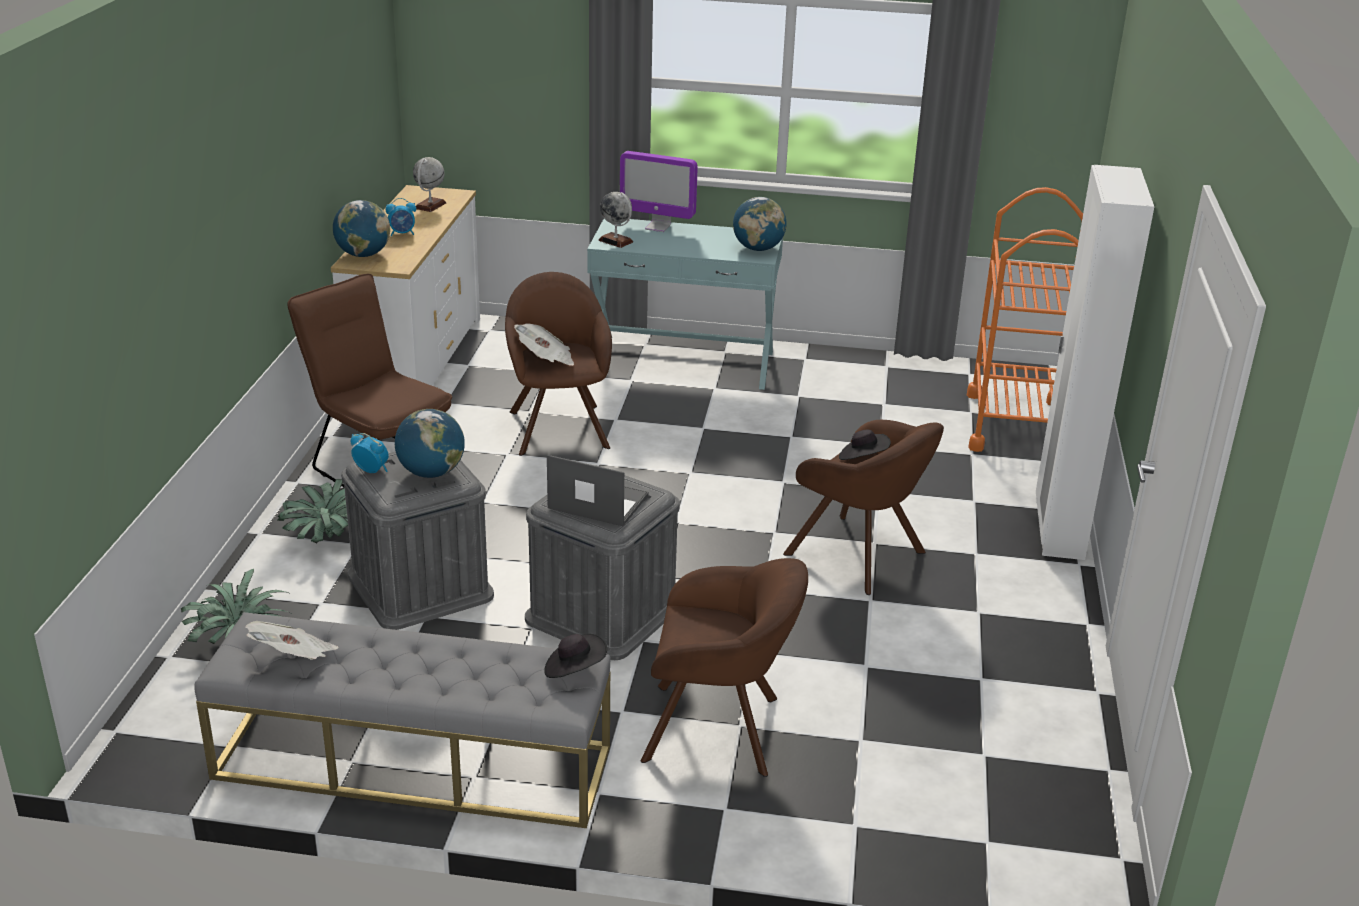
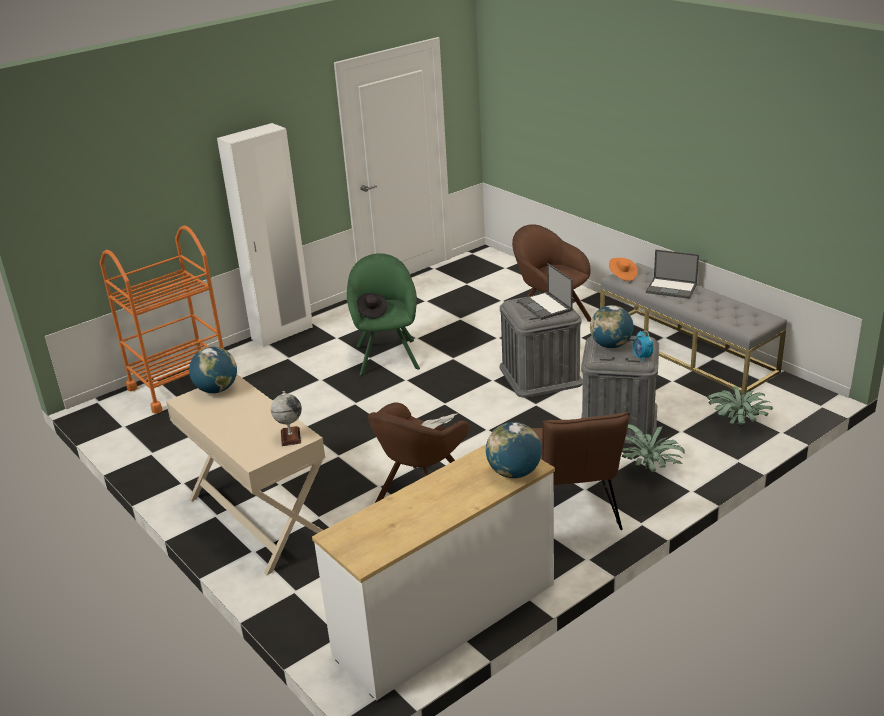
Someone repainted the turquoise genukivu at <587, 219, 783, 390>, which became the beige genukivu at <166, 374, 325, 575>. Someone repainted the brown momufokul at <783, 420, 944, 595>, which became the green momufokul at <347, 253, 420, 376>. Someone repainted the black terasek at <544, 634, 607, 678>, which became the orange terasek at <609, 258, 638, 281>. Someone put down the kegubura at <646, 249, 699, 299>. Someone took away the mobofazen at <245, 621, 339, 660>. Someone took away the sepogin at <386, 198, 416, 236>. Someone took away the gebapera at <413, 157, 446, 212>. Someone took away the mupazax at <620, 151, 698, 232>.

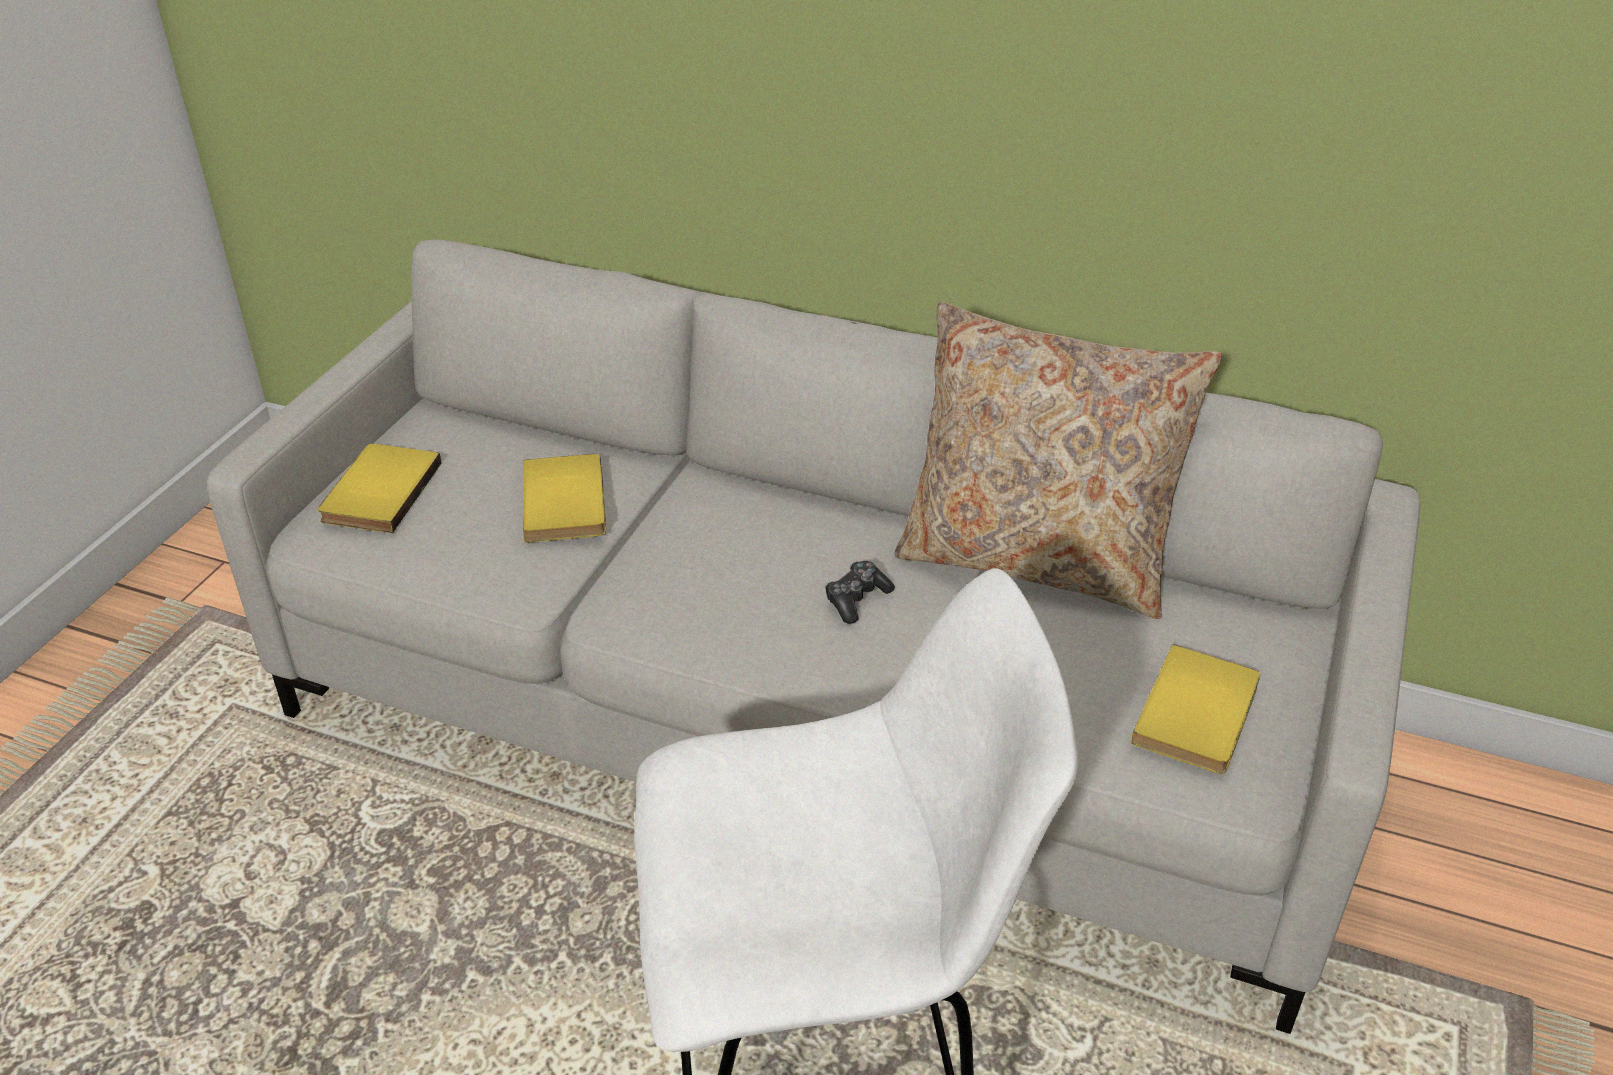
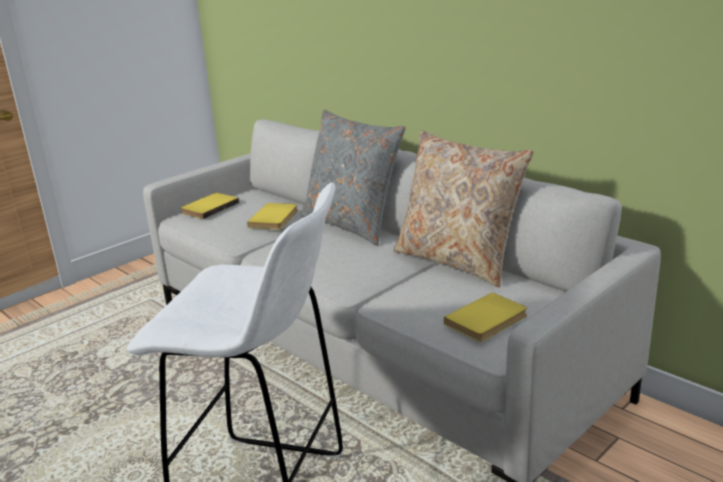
Someone put down the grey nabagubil at <300, 110, 405, 246>. Someone took away the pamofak at <825, 561, 895, 624>.

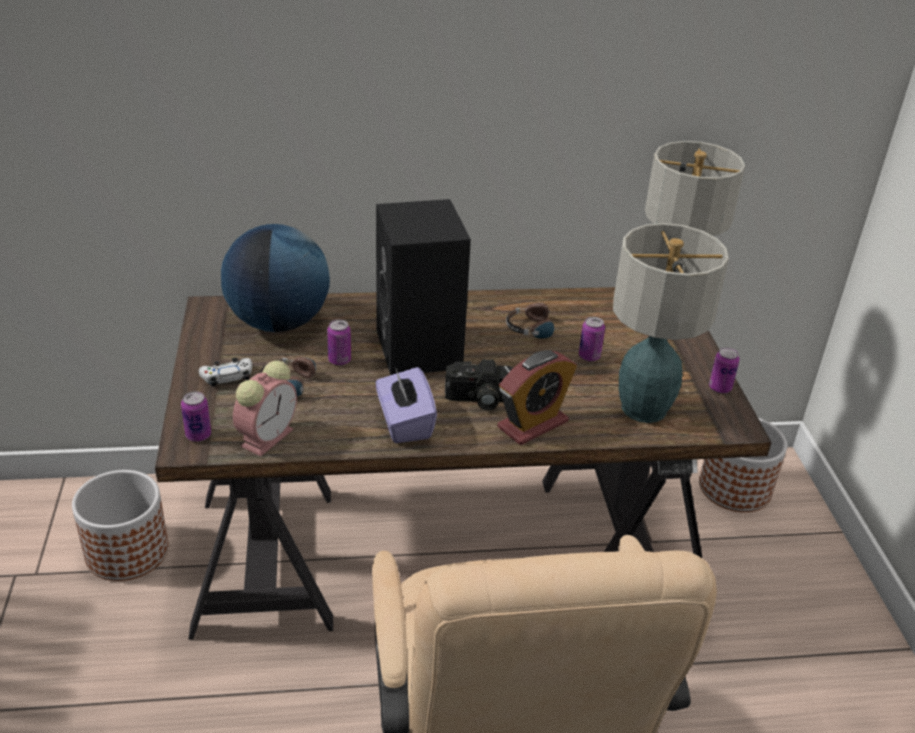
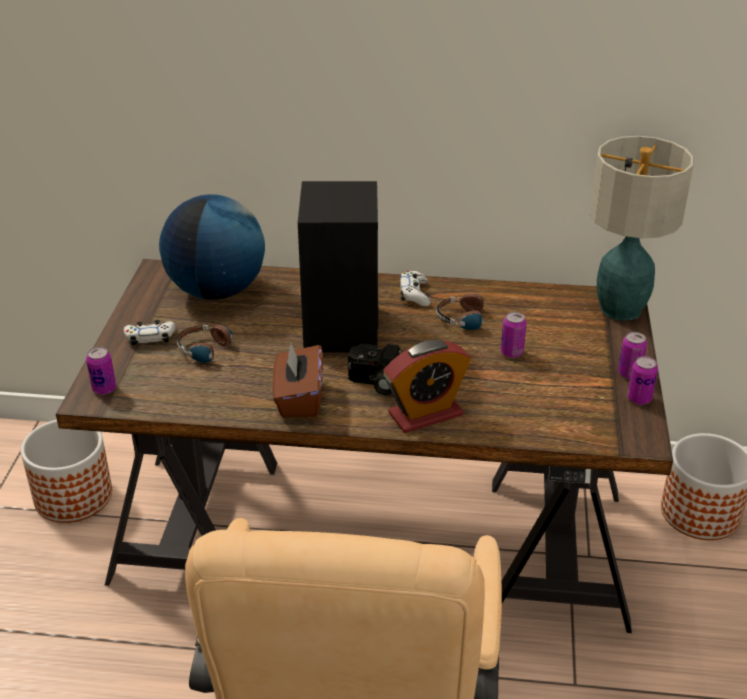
Someone repainted the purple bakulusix at <376, 367, 437, 443>, which became the brown bakulusix at <272, 343, 323, 417>. Someone put down the white pamofak at <400, 271, 431, 306>. Someone carried the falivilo from <327, 320, 351, 365> to <618, 332, 647, 379>. Someone took away the sepogin at <233, 360, 297, 456>. Someone took away the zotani at <613, 223, 729, 423>.

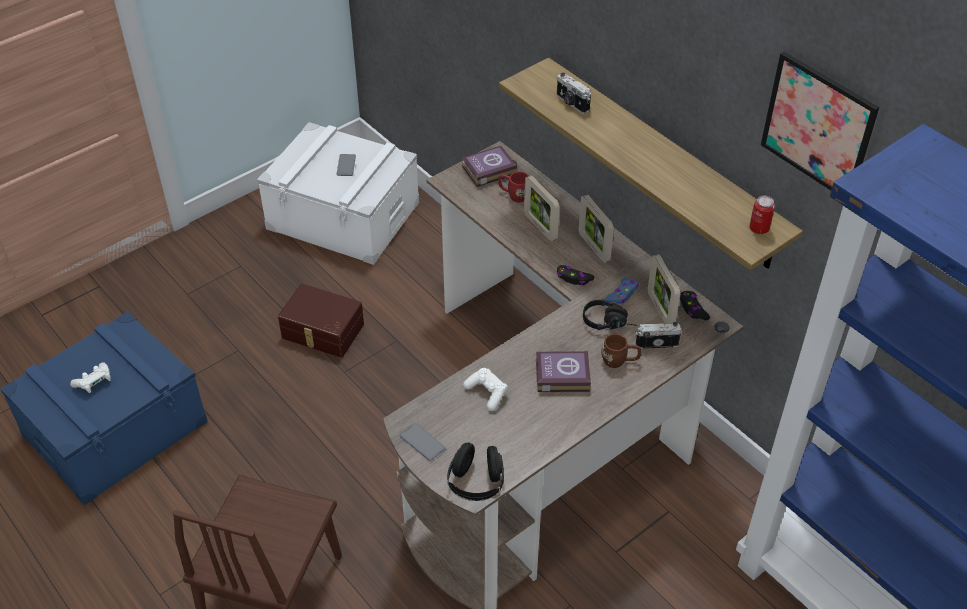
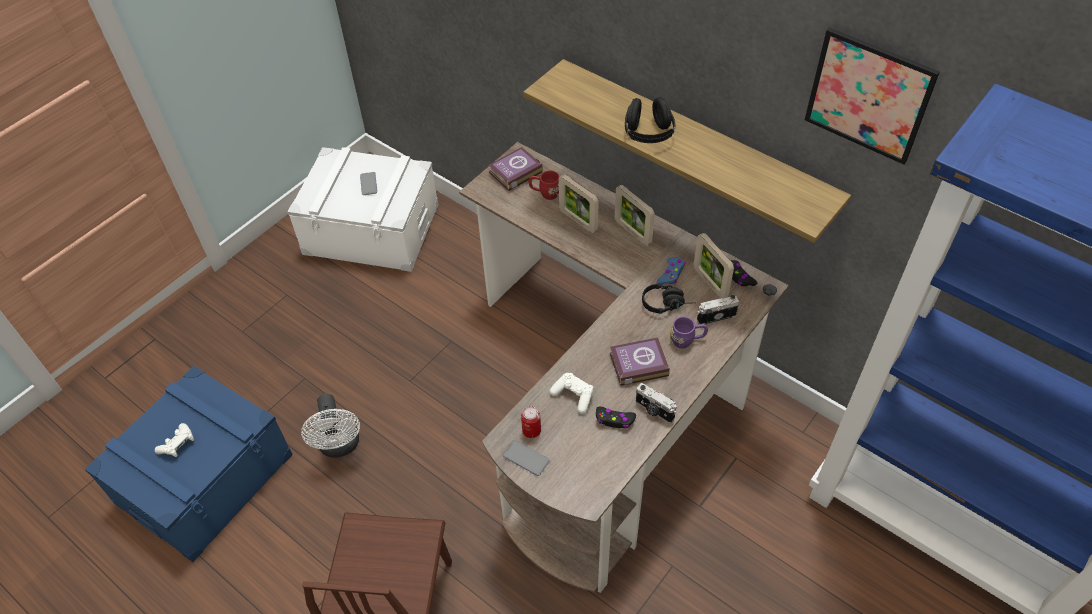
Someone put down the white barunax at <301, 394, 360, 458>. Someone carried the falivilo from <749, 196, 775, 234> to <521, 406, 541, 438>. Someone carried the black pamofak from <557, 265, 594, 285> to <596, 407, 636, 428>. Someone carried the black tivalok from <447, 442, 504, 501> to <625, 97, 675, 143>. Someone carried the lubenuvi from <557, 72, 591, 114> to <636, 383, 677, 423>. Someone repainted the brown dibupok at <601, 334, 642, 368>, which became the purple dibupok at <670, 316, 708, 348>. Someone took away the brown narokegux at <278, 284, 364, 358>.

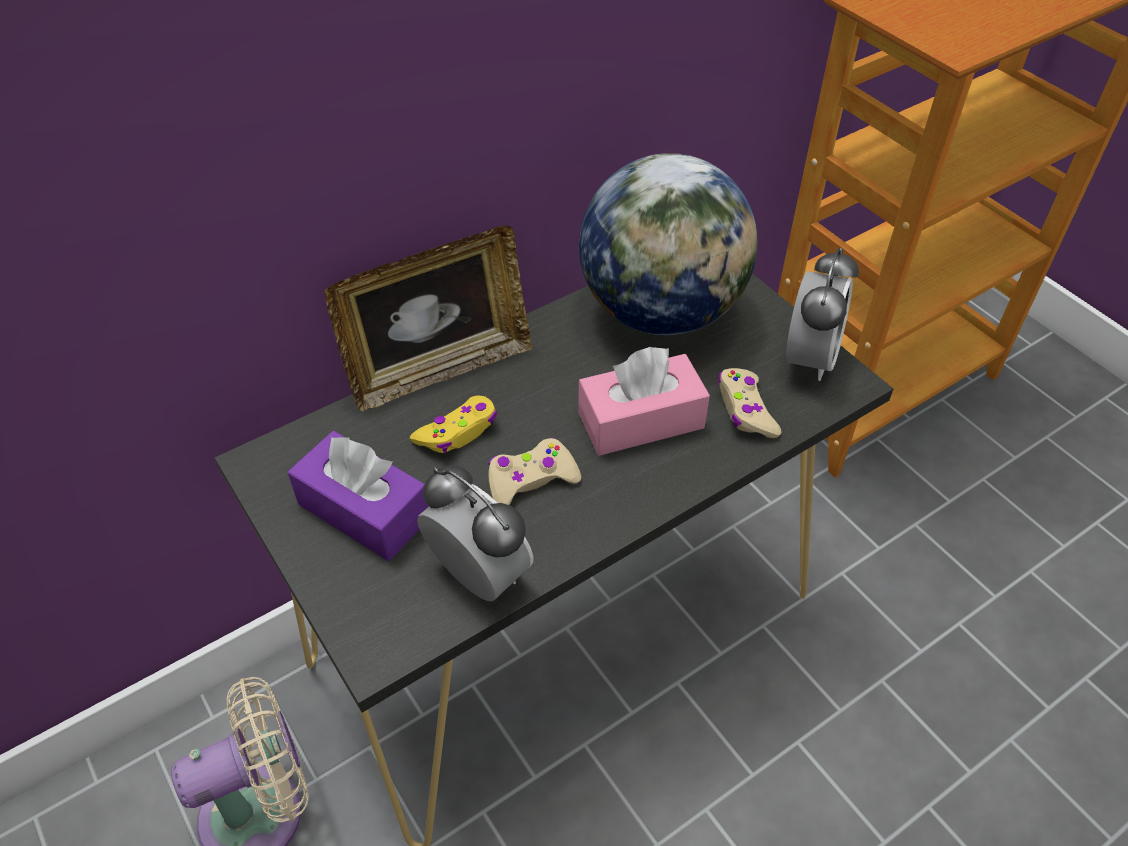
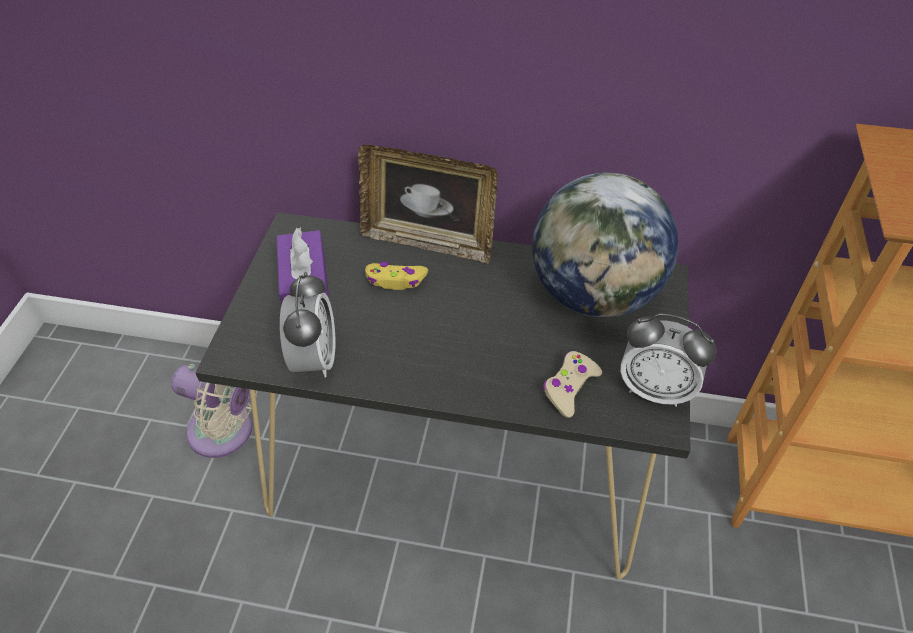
Someone rotated the sepogin at <786, 248, 859, 381> by 45 degrees clockwise. Someone took away the beige pamofak at <488, 438, 581, 505>. Someone took away the pink bakulusix at <578, 347, 710, 456>.

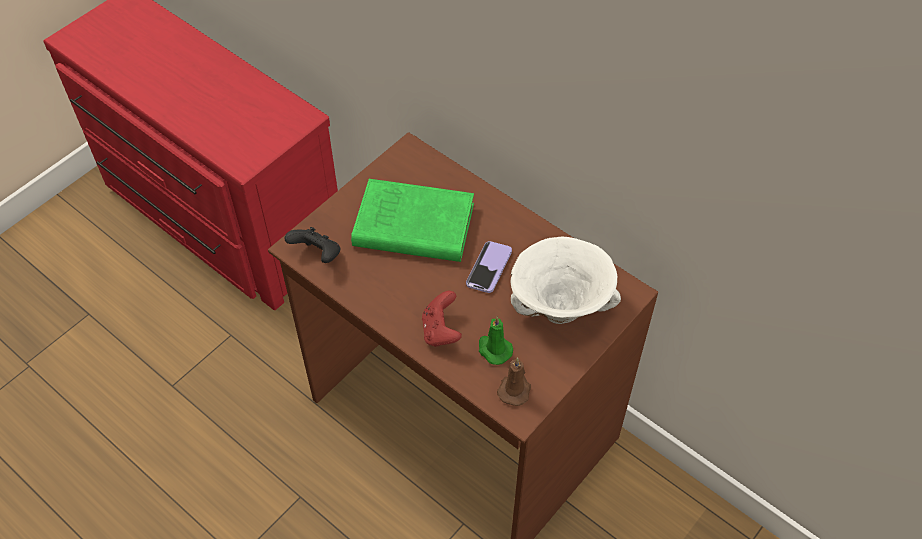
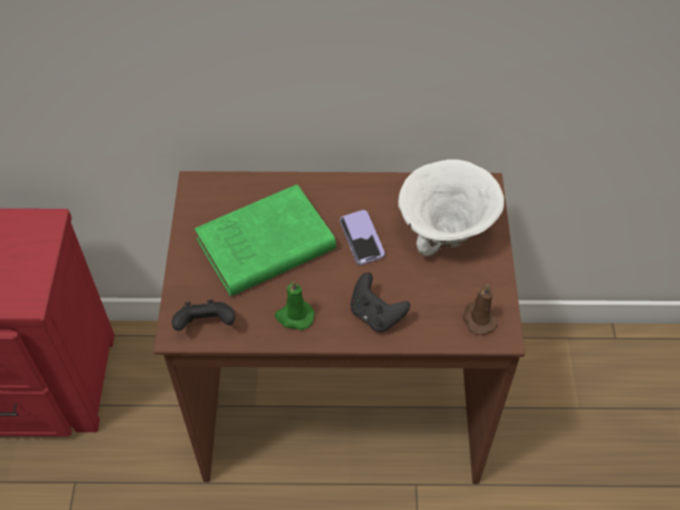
Someone carried the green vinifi from <479, 316, 513, 365> to <275, 280, 315, 330>. Someone repainted the red pamofak at <422, 291, 462, 347>, which became the black pamofak at <350, 272, 410, 332>.

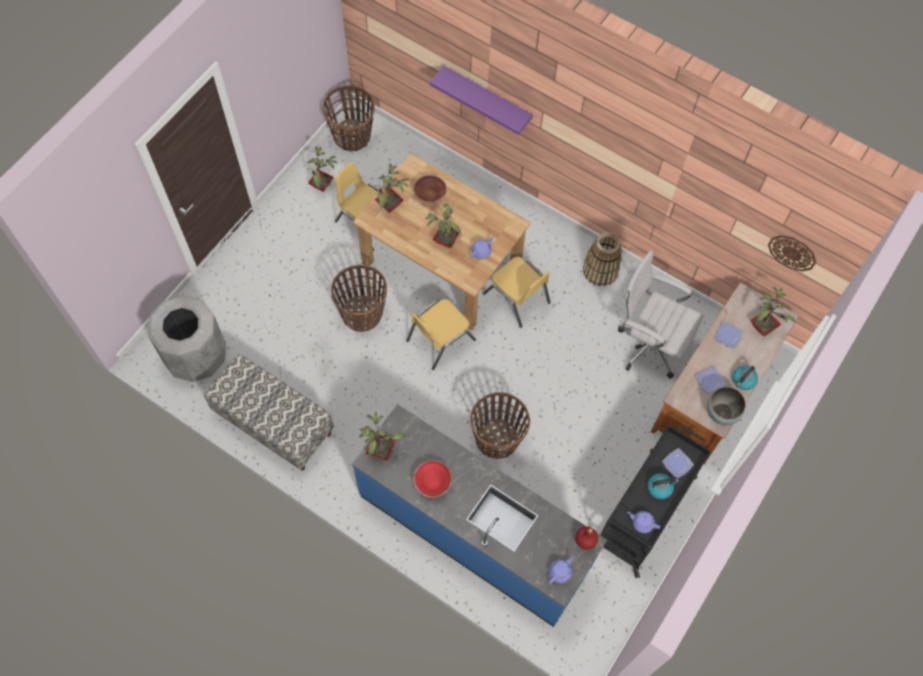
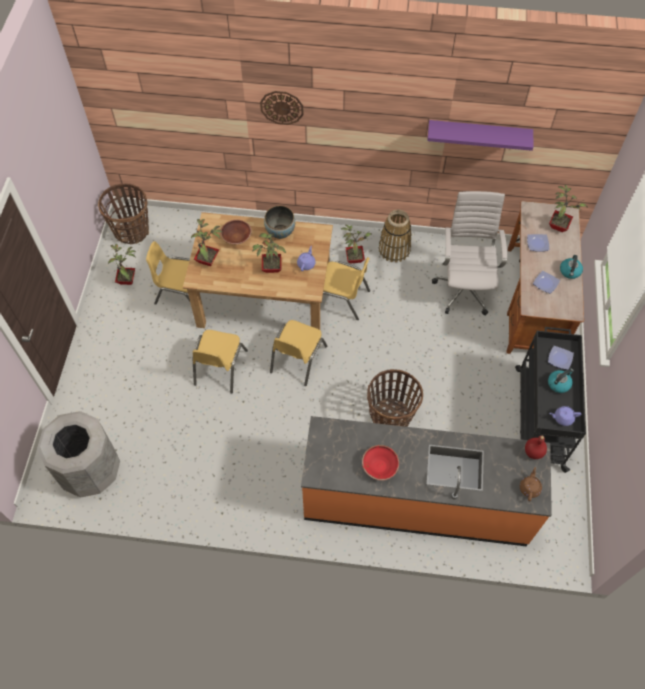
Someone swapped the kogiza at <331, 265, 387, 332> for the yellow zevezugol at <193, 330, 248, 394>. Someone carried the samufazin from <768, 235, 816, 272> to <260, 91, 304, 125>. Someone carried the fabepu from <707, 387, 745, 425> to <264, 206, 295, 239>. Someone repainted the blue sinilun at <352, 404, 607, 627>, which became the orange sinilun at <301, 416, 552, 546>. Someone carried the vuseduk from <359, 412, 406, 462> to <341, 225, 372, 264>. Someone carried the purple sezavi from <429, 66, 533, 135> to <427, 120, 533, 151>. Someone rotated the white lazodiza at <618, 250, 703, 379> by 90 degrees clockwise. Someone repainted the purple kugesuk at <549, 555, 574, 584>, which became the brown kugesuk at <520, 467, 542, 501>. Someone took away the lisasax at <204, 354, 334, 471>.

